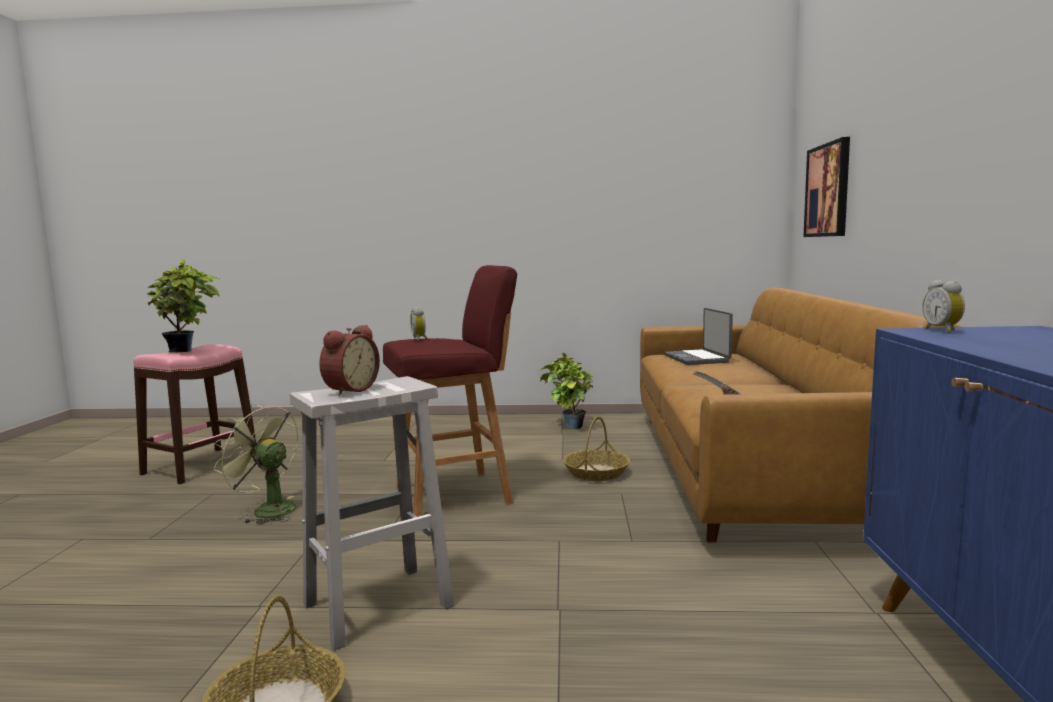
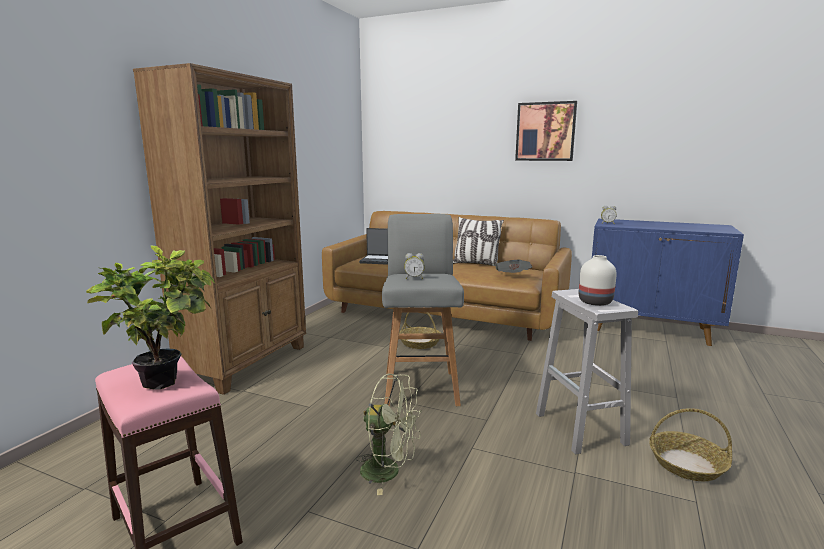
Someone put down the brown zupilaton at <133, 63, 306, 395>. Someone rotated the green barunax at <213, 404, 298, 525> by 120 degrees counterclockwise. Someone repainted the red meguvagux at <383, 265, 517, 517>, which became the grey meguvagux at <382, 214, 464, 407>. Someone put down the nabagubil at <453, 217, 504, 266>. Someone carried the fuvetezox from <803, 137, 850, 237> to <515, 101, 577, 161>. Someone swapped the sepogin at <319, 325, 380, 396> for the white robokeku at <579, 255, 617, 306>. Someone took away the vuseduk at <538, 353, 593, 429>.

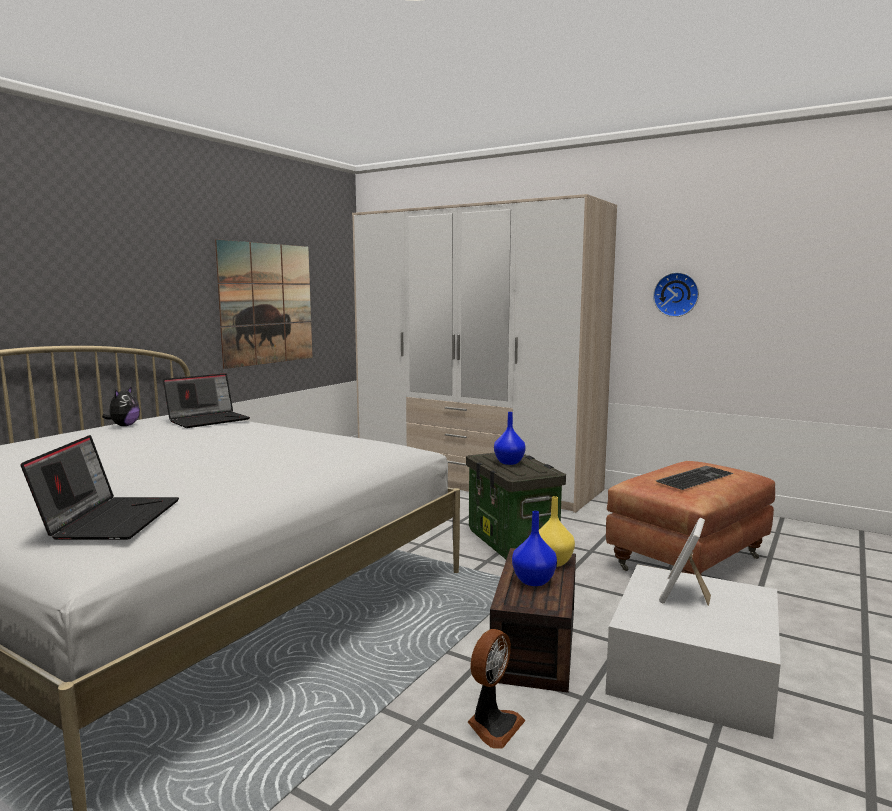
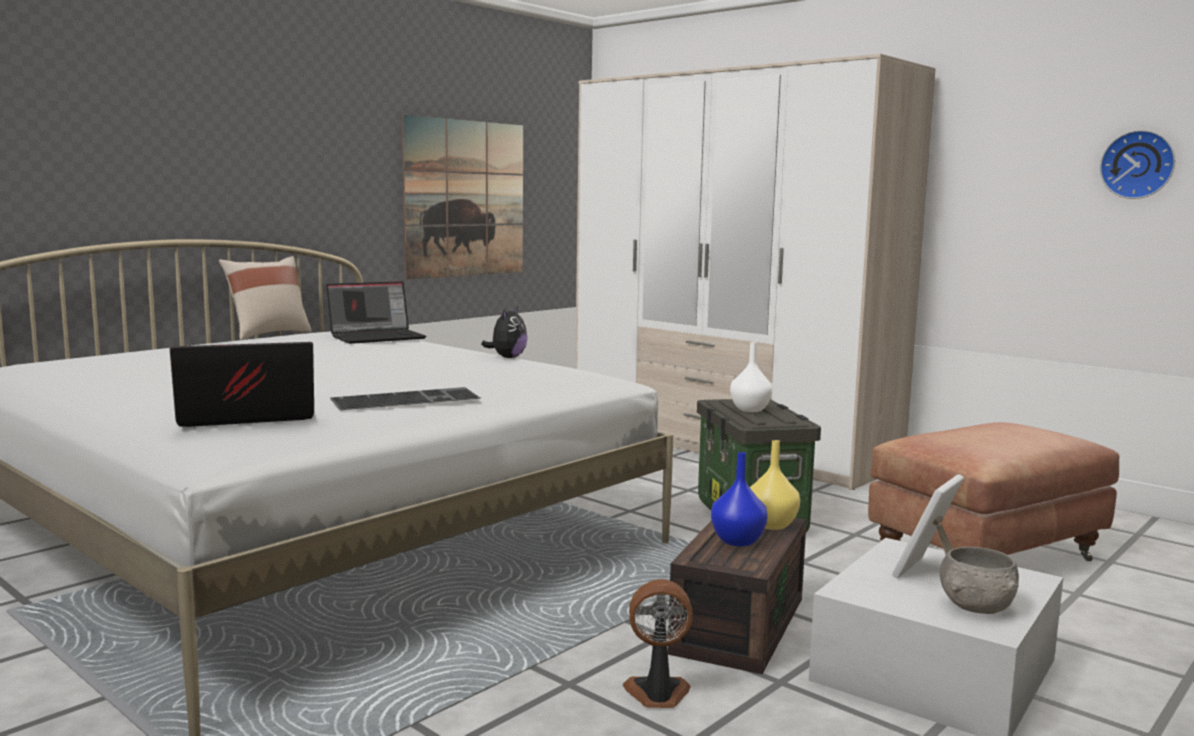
Someone rotated the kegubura at <21, 435, 179, 540> by 120 degrees counterclockwise. Someone put down the beige nabagubil at <219, 256, 311, 340>. Someone carried the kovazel from <655, 466, 734, 490> to <330, 387, 480, 410>. Someone carried the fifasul from <102, 386, 140, 426> to <481, 307, 527, 358>. Someone rotated the barunax at <468, 629, 526, 748> by 135 degrees counterclockwise. Someone repainted the blue robokeku at <494, 412, 526, 465>, which became the white robokeku at <730, 342, 773, 412>. Someone put down the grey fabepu at <940, 547, 1019, 614>. Someone carried the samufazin from <653, 272, 699, 317> to <1100, 130, 1175, 199>.

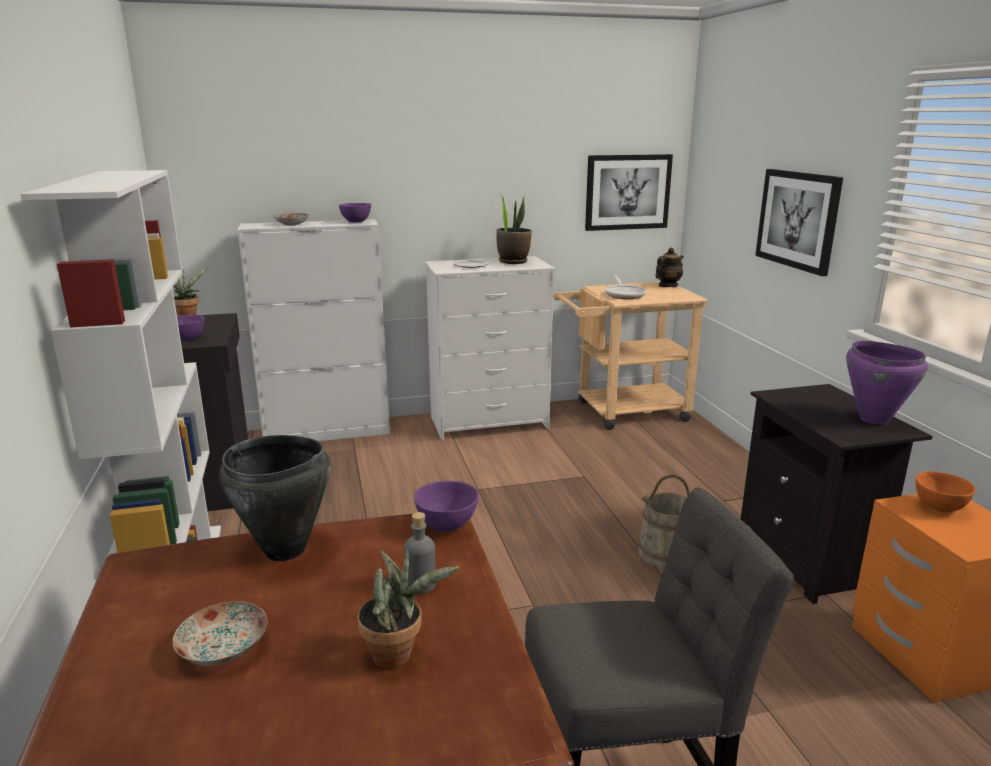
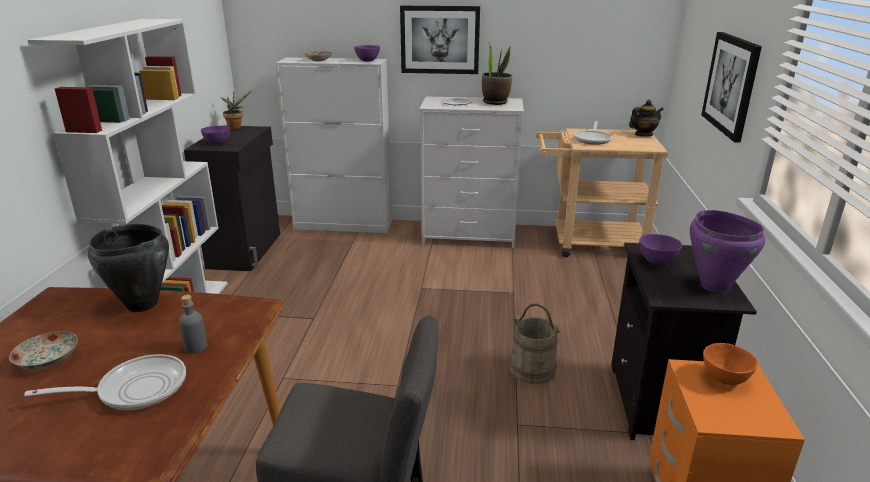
Someone swapped the vuseduk at <357, 550, 459, 669> for the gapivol at <24, 354, 186, 410>. Someone carried the fuvetezox from <585, 154, 673, 231> to <400, 6, 480, 74>. Someone carried the purple fabepu from <414, 481, 479, 532> to <639, 234, 682, 265>.

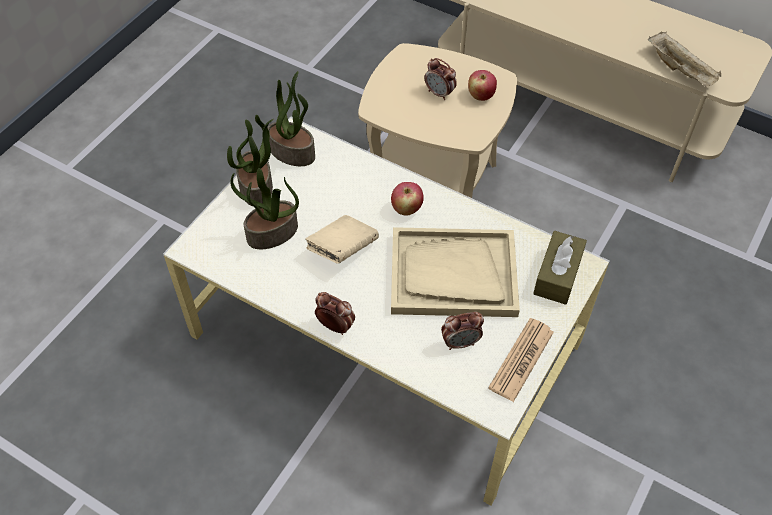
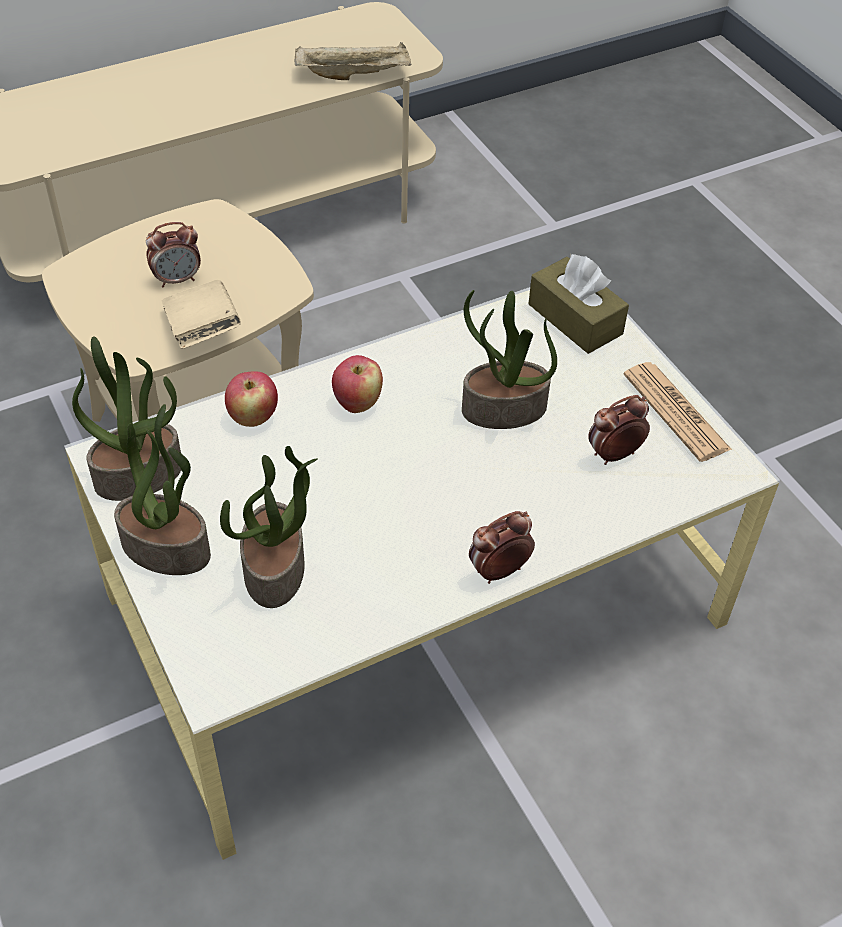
Someone carried the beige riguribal from <306, 215, 379, 264> to <162, 280, 241, 349>. Someone carried the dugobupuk from <468, 70, 497, 101> to <225, 371, 278, 427>. Someone swapped the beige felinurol at <391, 227, 520, 317> for the vuseduk at <462, 290, 557, 429>. Someone rotated the sepogin at <441, 312, 484, 350> by 135 degrees counterclockwise.

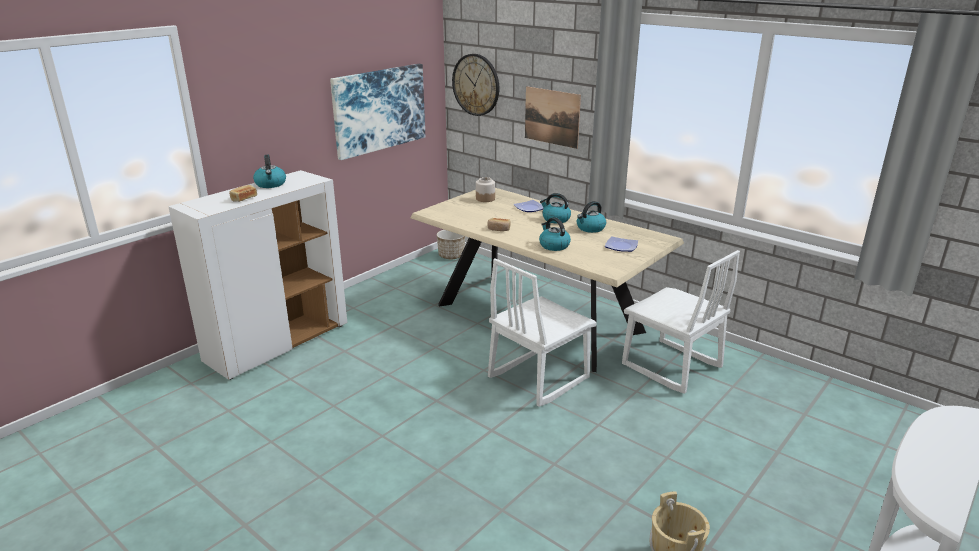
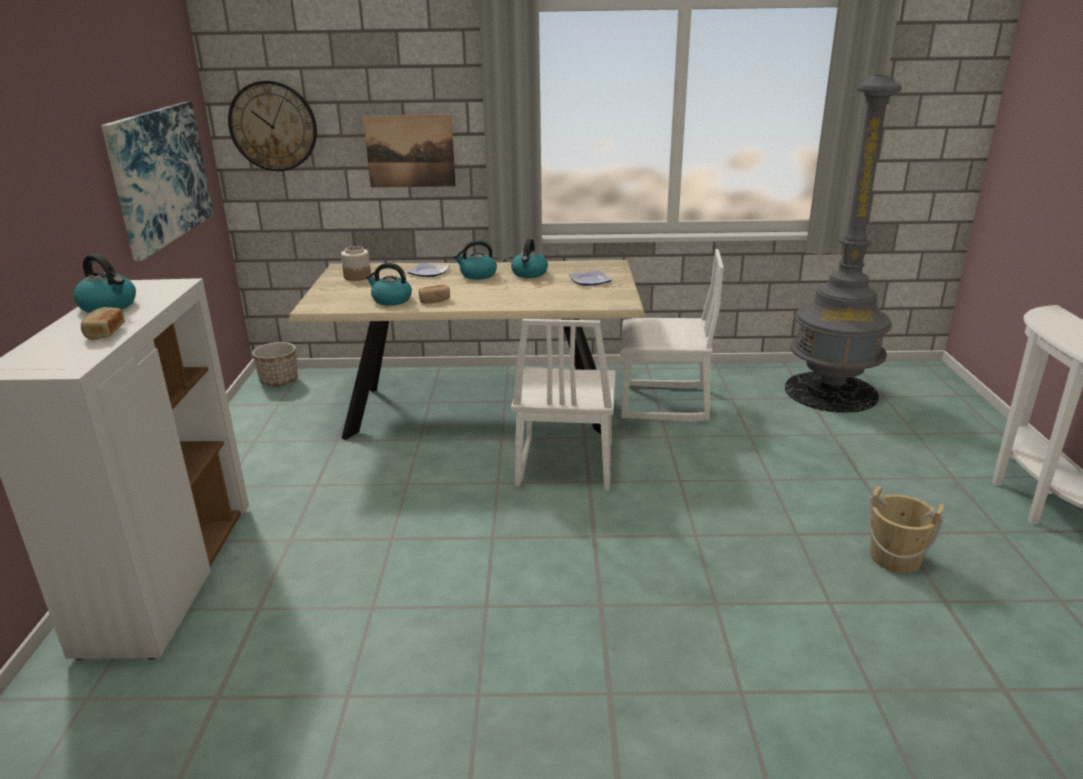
Someone carried the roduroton from <539, 217, 571, 251> to <366, 263, 412, 306>. Someone put down the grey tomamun at <785, 75, 901, 413>.

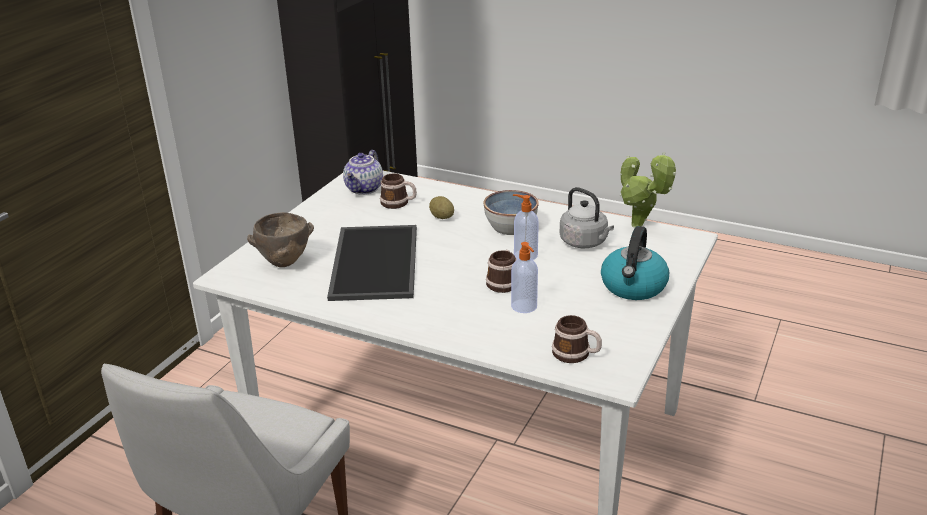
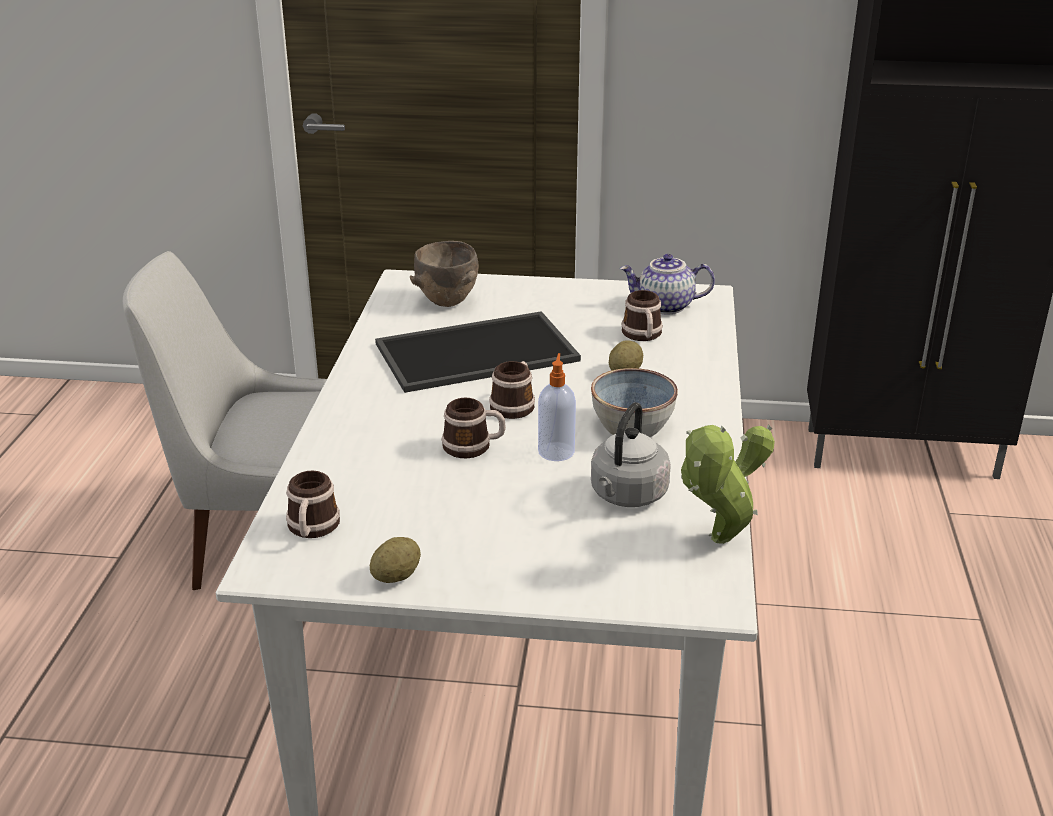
Someone put down the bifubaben at <370, 537, 421, 583>. Someone put down the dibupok at <489, 361, 535, 419>. Someone took away the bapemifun at <511, 242, 538, 313>. Someone took away the roduroton at <601, 226, 669, 300>.

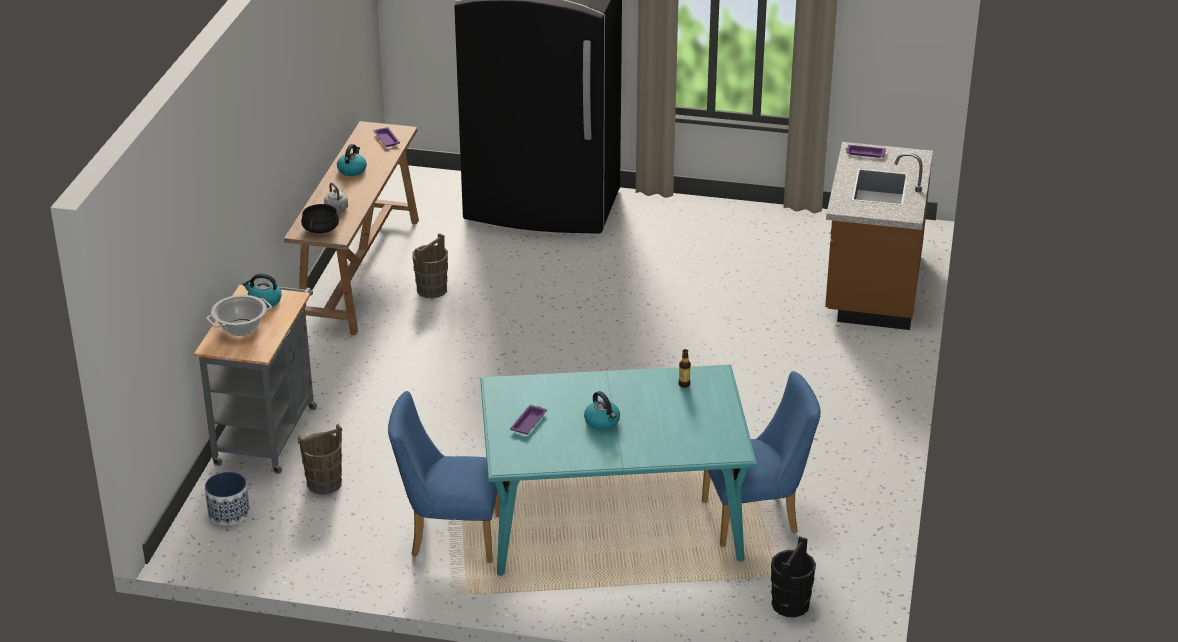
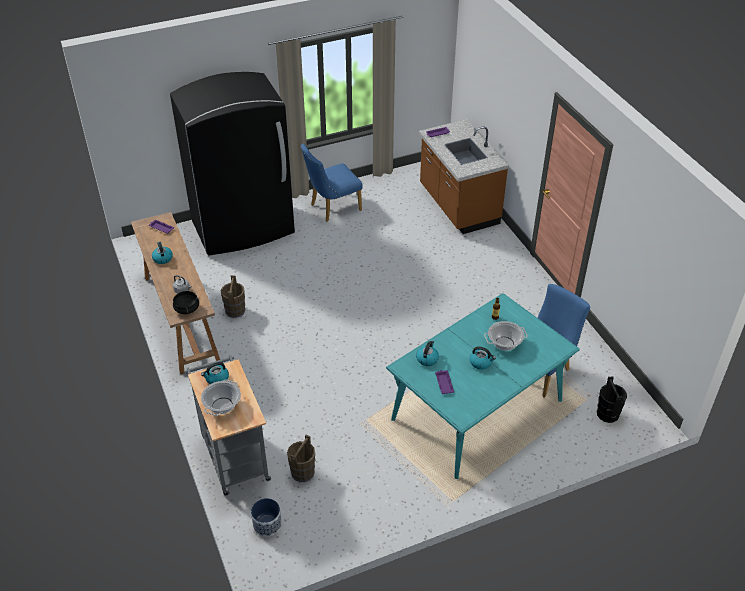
Someone carried the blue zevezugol from <388, 391, 500, 563> to <301, 144, 363, 222>. Someone put down the roduroton at <416, 340, 439, 366>. Someone put down the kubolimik at <484, 321, 528, 351>.

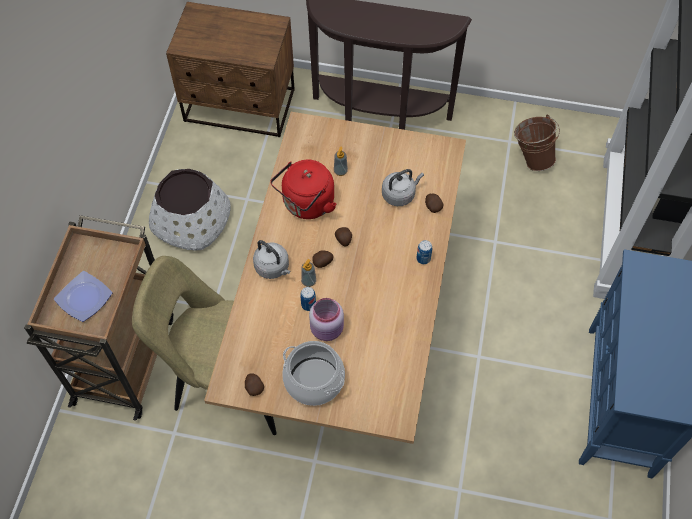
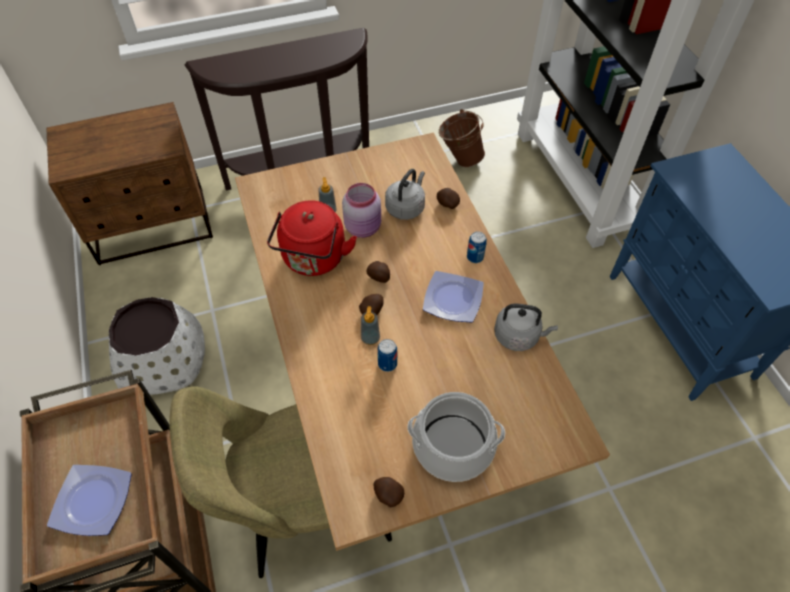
Someone carried the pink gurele from <309, 298, 344, 341> to <342, 183, 381, 238>. Someone put down the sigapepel at <423, 271, 484, 322>. Someone carried the grey roduroton from <253, 240, 290, 279> to <494, 304, 558, 351>.

